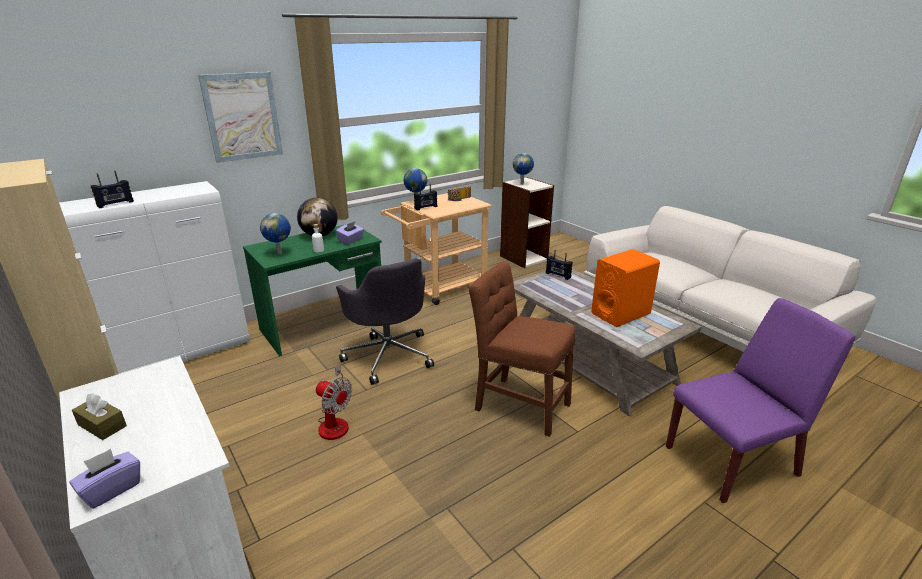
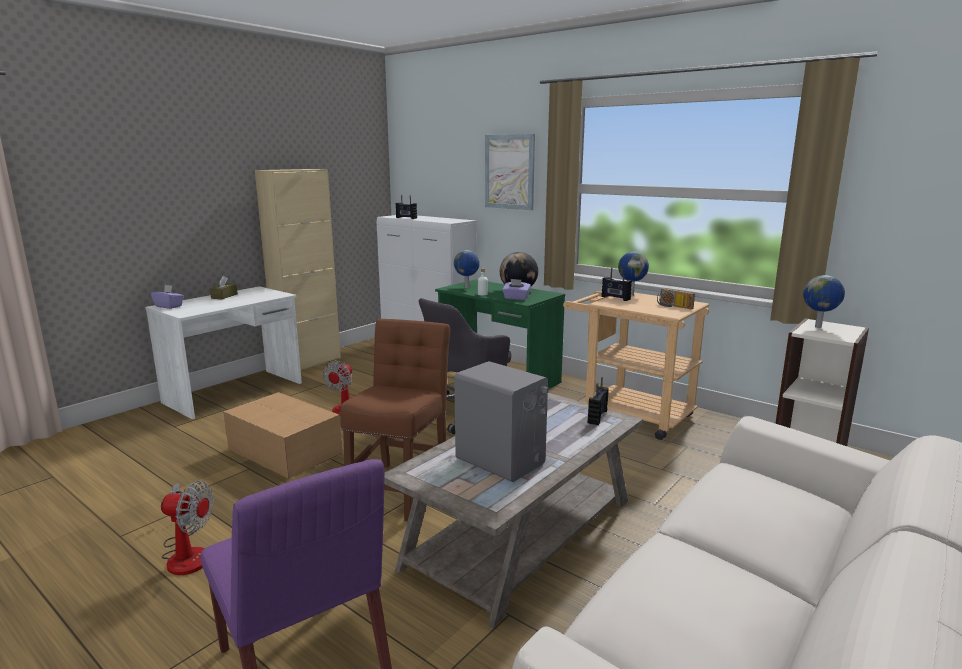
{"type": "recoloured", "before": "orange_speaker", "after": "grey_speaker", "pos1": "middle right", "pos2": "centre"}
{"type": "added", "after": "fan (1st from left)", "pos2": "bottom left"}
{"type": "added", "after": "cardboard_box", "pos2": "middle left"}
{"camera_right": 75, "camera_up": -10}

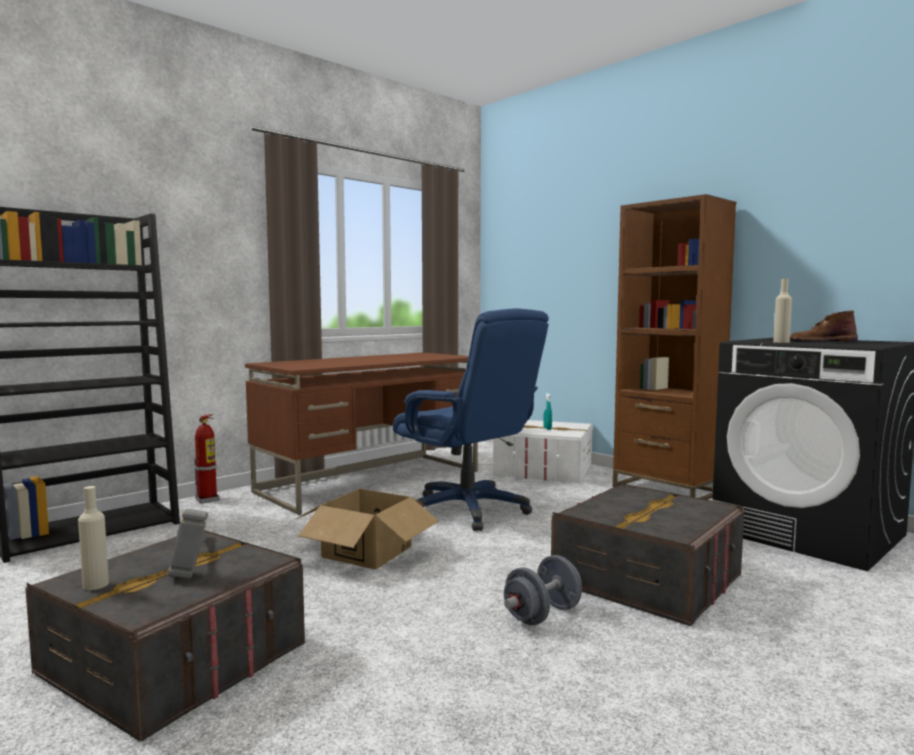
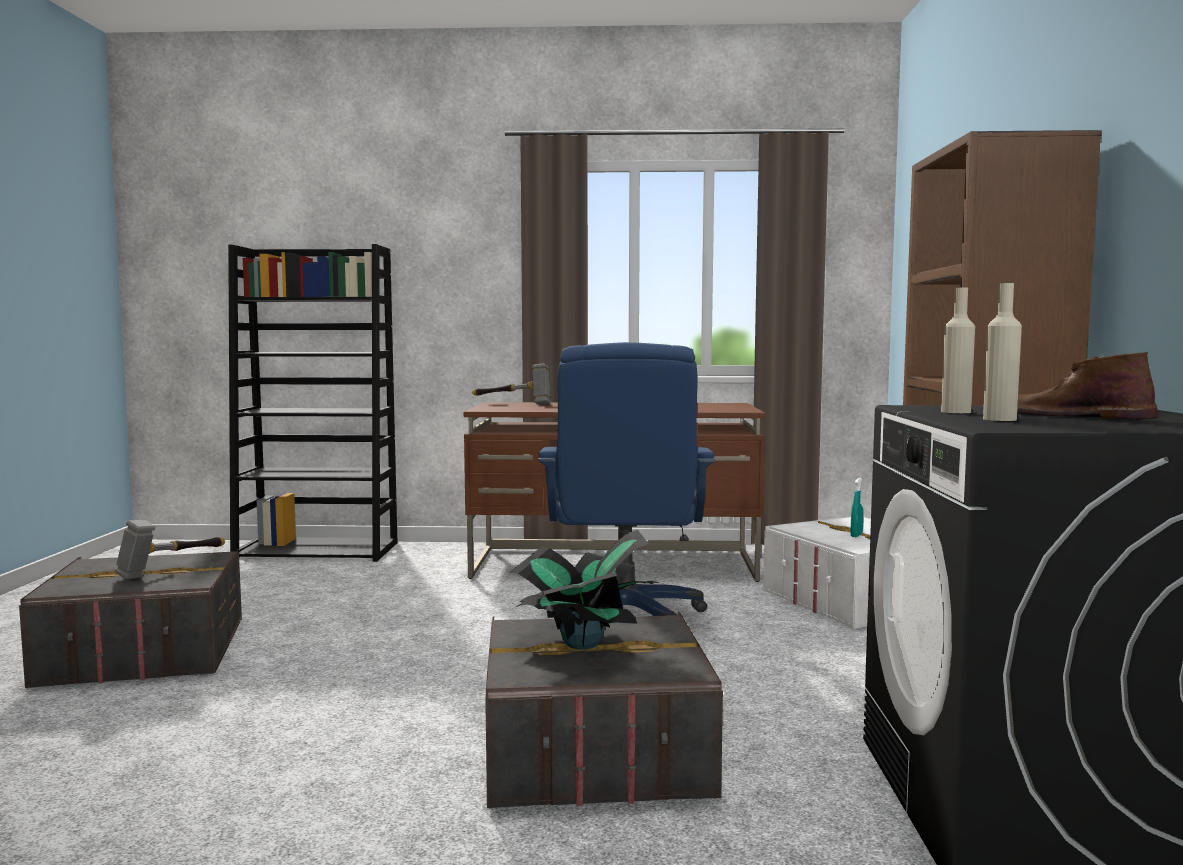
{"type": "moved", "before": "beige_bottle (1st from left in the first image)", "after": "beige_bottle (2nd from left)", "pos1": "bottom left", "pos2": "middle right"}
{"type": "removed", "before": "fire_extinguisher", "pos1": "middle left"}
{"type": "removed", "before": "cardboard_box", "pos1": "bottom centre"}
{"type": "removed", "before": "grey_dumbbell", "pos1": "bottom centre"}
{"type": "added", "after": "hammer (2nd from left)", "pos2": "centre"}
{"type": "added", "after": "potted_plant", "pos2": "bottom centre"}
{"camera_right": 45, "camera_up": 0}

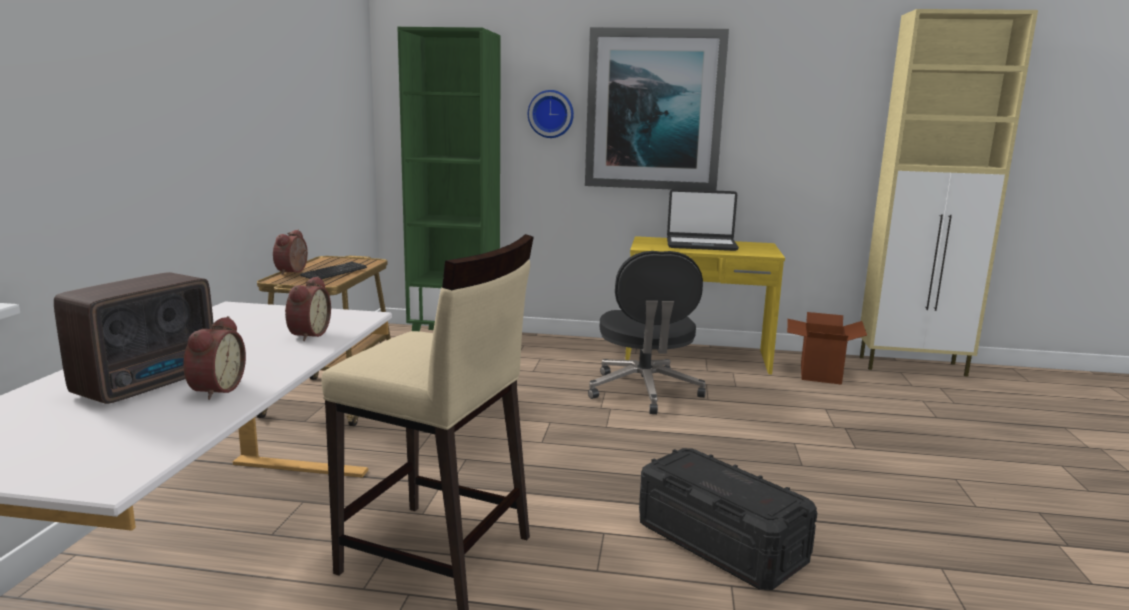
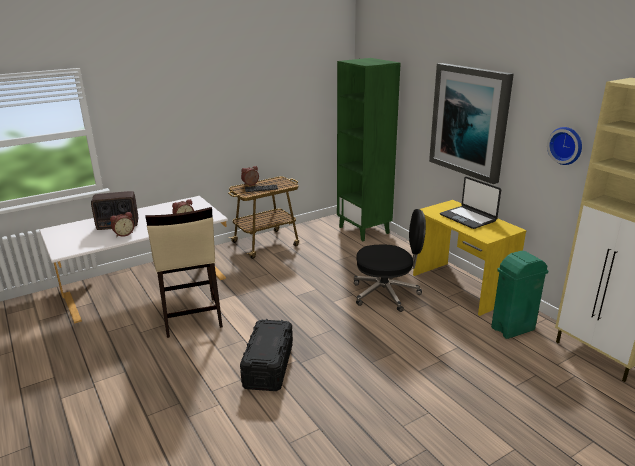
{"type": "moved", "before": "wall_clock", "pos1": "top centre", "pos2": "top right"}
{"type": "turned", "before": "black_office_chair", "pos1": "centre", "pos2": "centre", "turn": -135}
{"type": "replaced", "before": "cardboard_box", "after": "green_trash_can", "pos1": "middle right", "pos2": "middle right"}
{"camera_right": 50, "camera_up": 10}

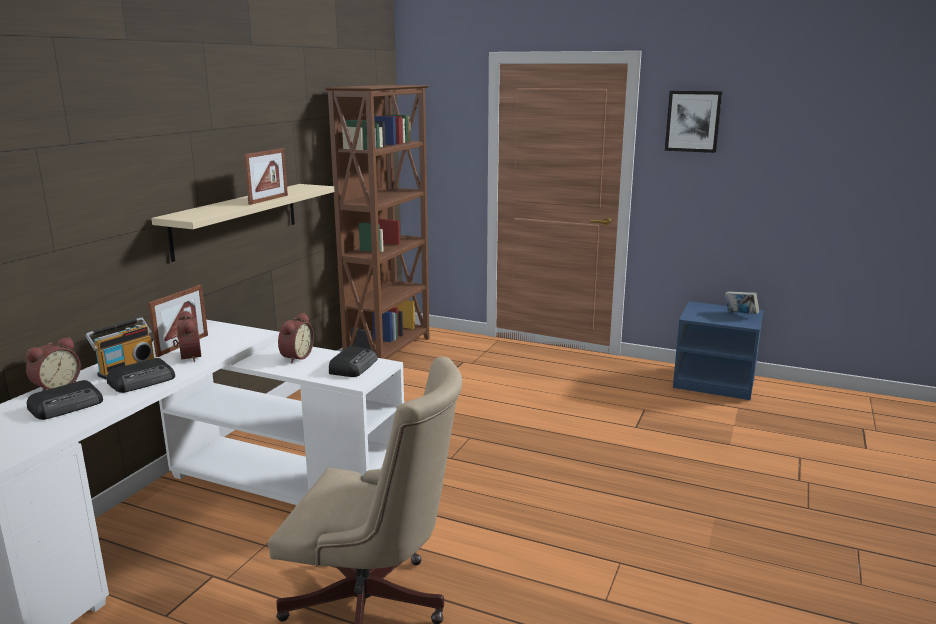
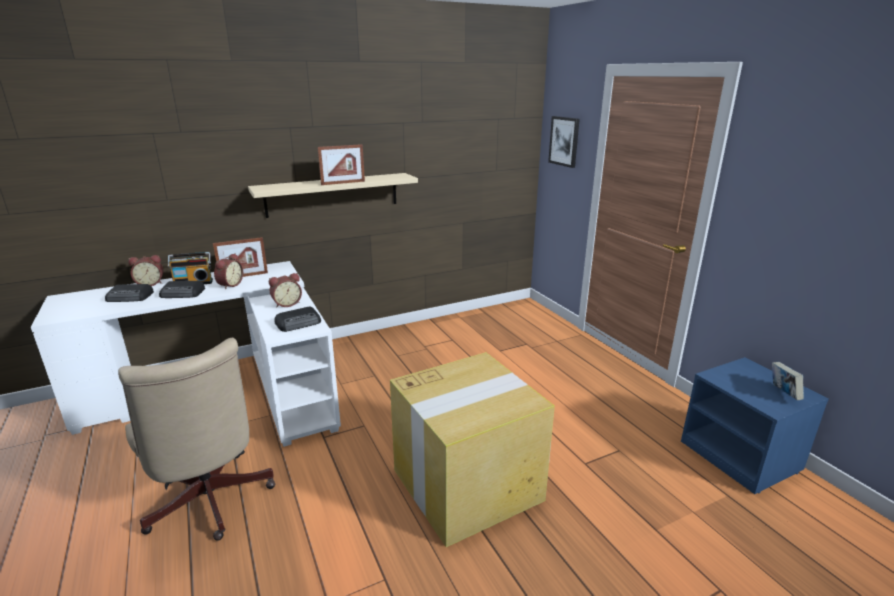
{"type": "removed", "before": "brown_bookcase", "pos1": "centre"}
{"type": "moved", "before": "picture", "pos1": "top right", "pos2": "top centre"}
{"type": "added", "after": "cardboard_box", "pos2": "bottom centre"}
{"camera_right": 40, "camera_up": 5}

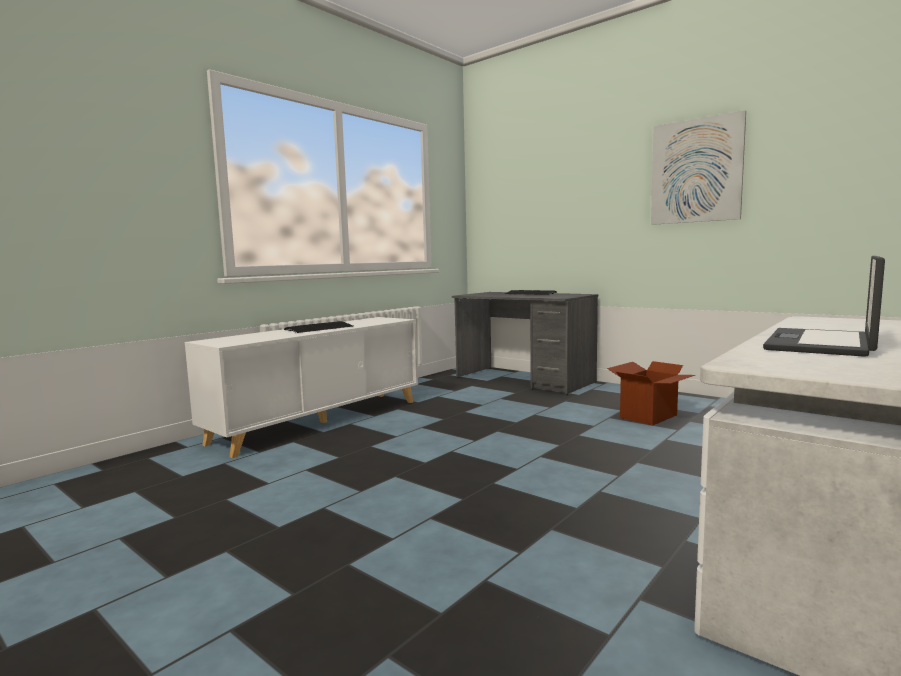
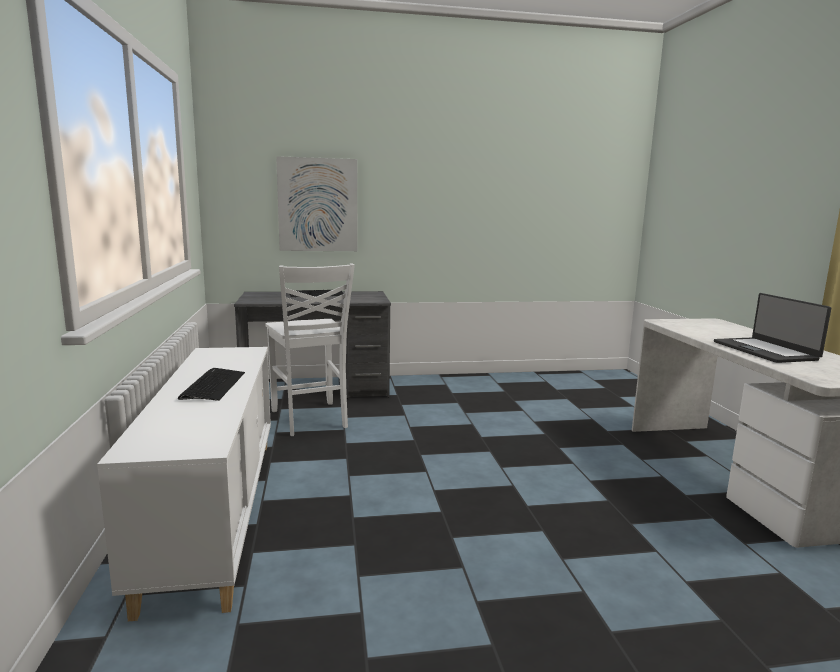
{"type": "removed", "before": "cardboard_box", "pos1": "middle right"}
{"type": "moved", "before": "picture", "pos1": "top right", "pos2": "top centre"}
{"type": "added", "after": "white_chair", "pos2": "centre"}
{"camera_right": -50, "camera_up": 5}

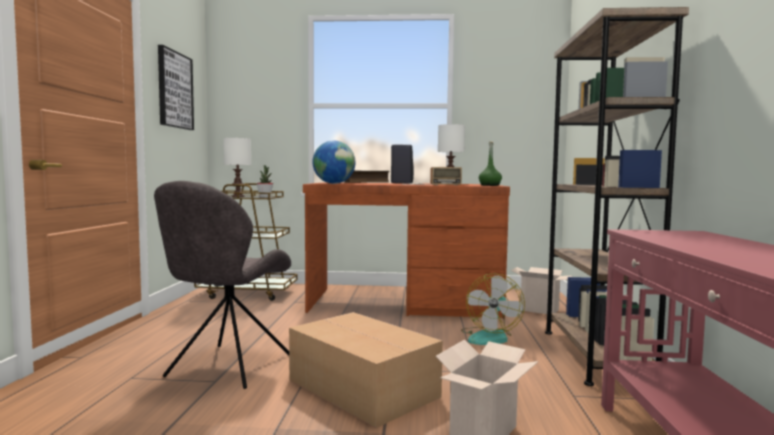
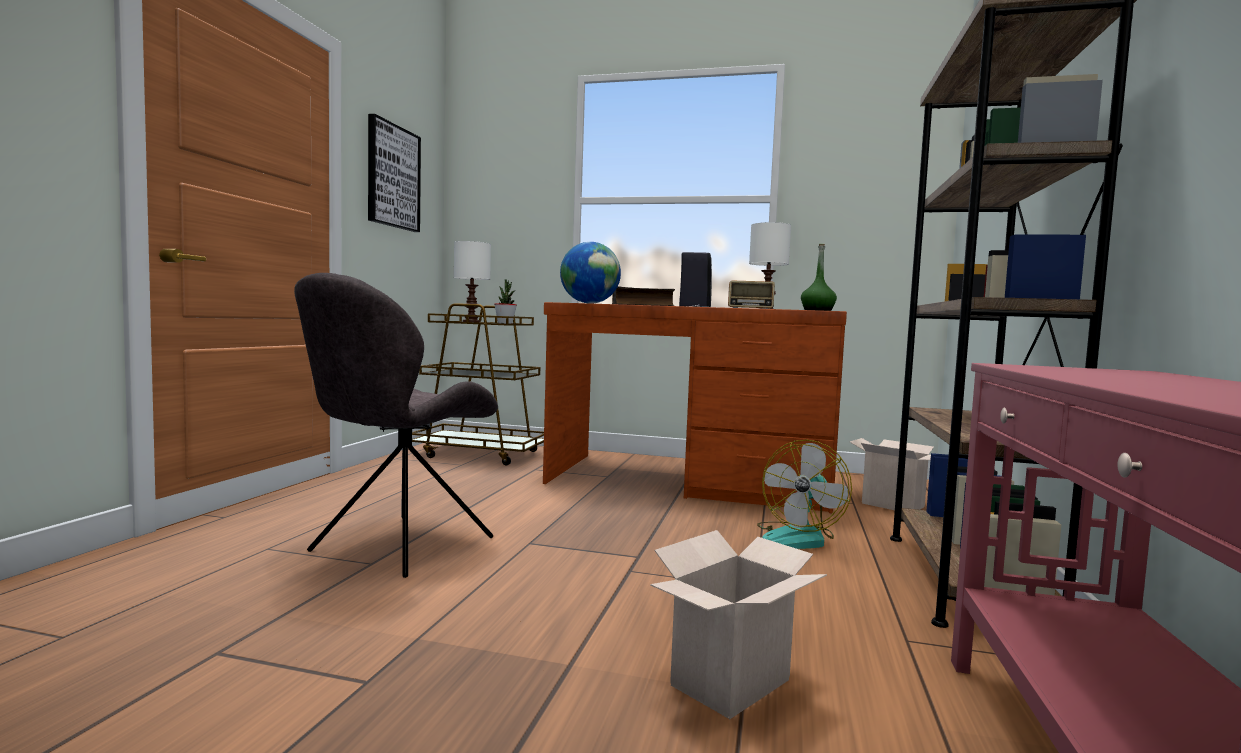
{"type": "removed", "before": "cardboard_box (1st from left)", "pos1": "bottom centre"}
{"camera_right": 10, "camera_up": 0}

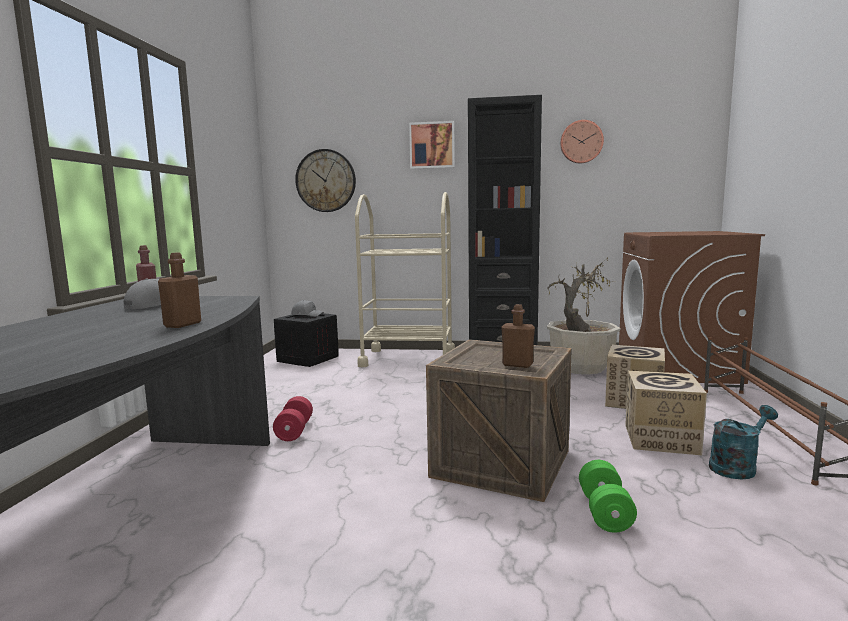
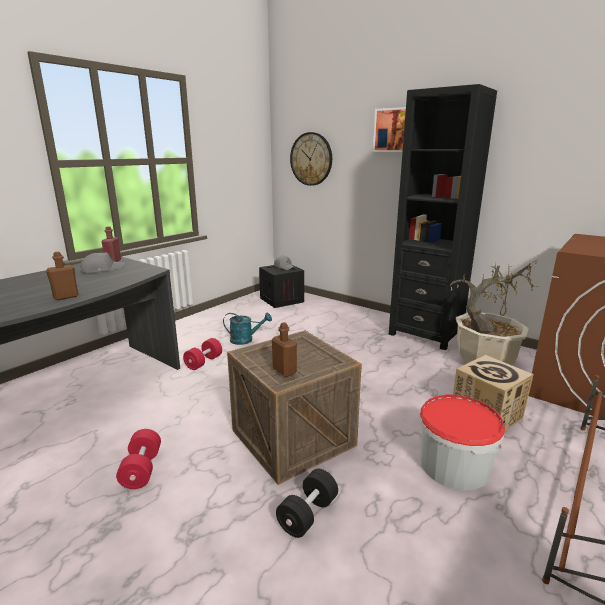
{"type": "removed", "before": "beige_cart", "pos1": "centre"}
{"type": "removed", "before": "wall_clock (2nd from left)", "pos1": "top right"}
{"type": "recoloured", "before": "green_dumbbell", "after": "black_dumbbell", "pos1": "bottom right", "pos2": "bottom centre"}
{"type": "replaced", "before": "cardboard_box (2nd from left)", "after": "bucket", "pos1": "middle right", "pos2": "bottom right"}
{"type": "moved", "before": "turquoise_watering_can", "pos1": "bottom right", "pos2": "centre"}
{"type": "added", "after": "red_dumbbell (1st from left)", "pos2": "bottom left"}
{"camera_right": 30, "camera_up": 10}

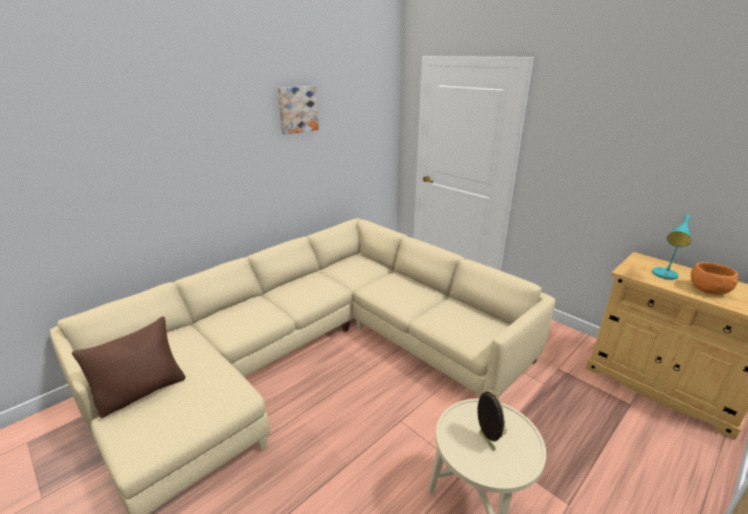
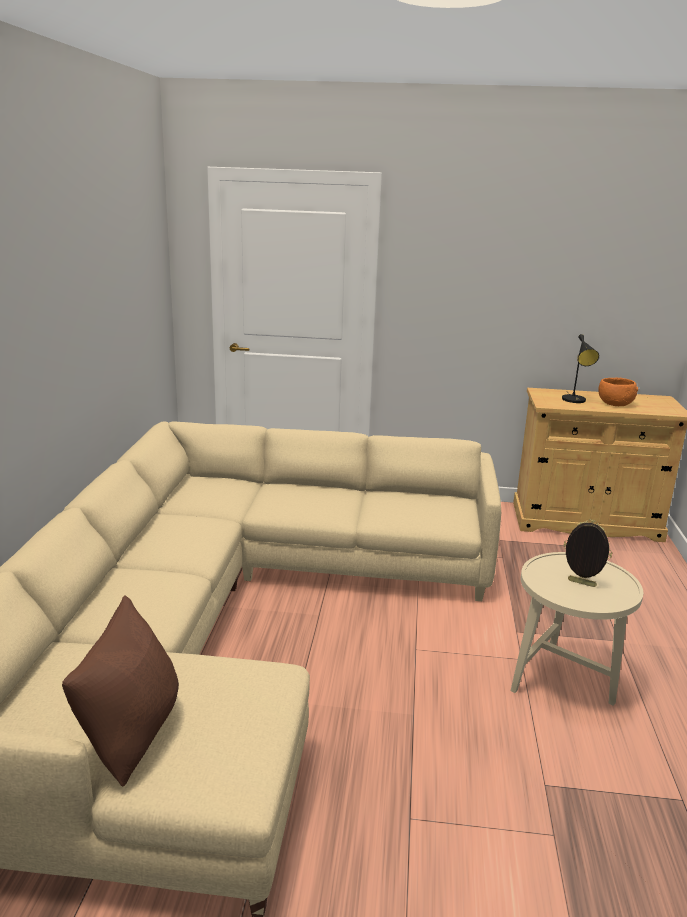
{"type": "removed", "before": "picture", "pos1": "top centre"}
{"type": "recoloured", "before": "turquoise_table_lamp", "after": "black_table_lamp", "pos1": "middle right", "pos2": "middle right"}
{"camera_right": -40, "camera_up": -5}

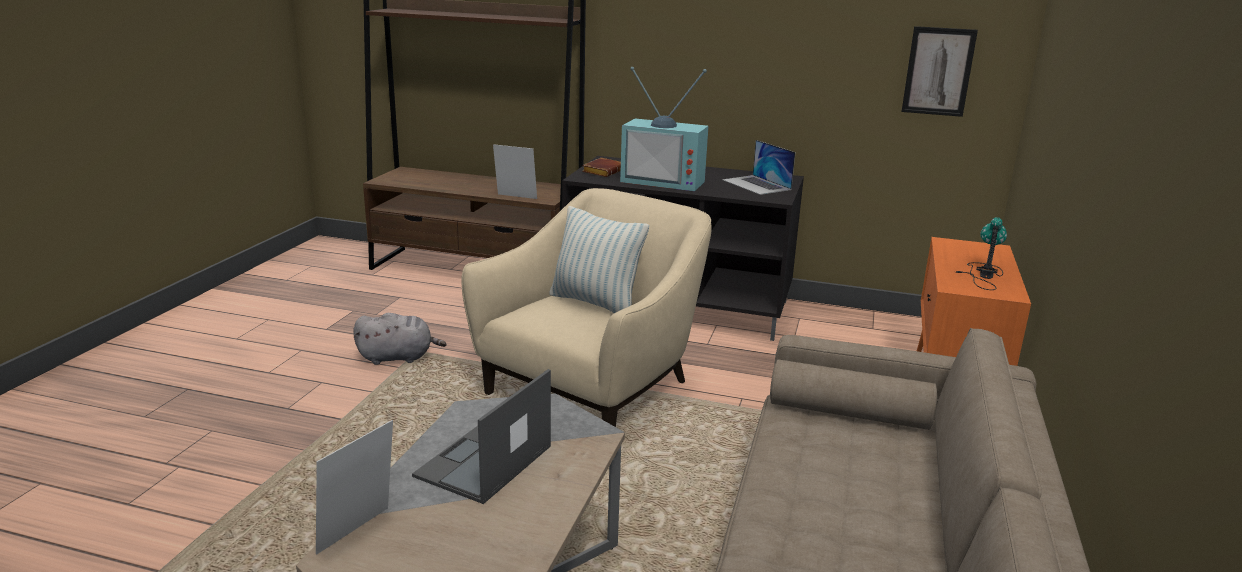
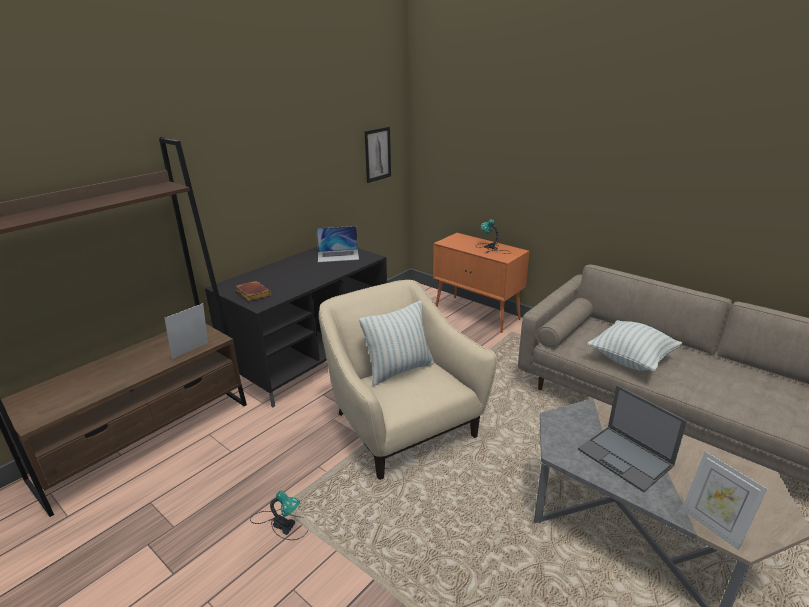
{"type": "replaced", "before": "grey_plush_toy", "after": "table_lamp (1st from left)", "pos1": "middle left", "pos2": "bottom centre"}
{"type": "removed", "before": "television", "pos1": "top centre"}
{"type": "added", "after": "pillow (2nd from left)", "pos2": "middle right"}
{"camera_right": -65, "camera_up": 5}

